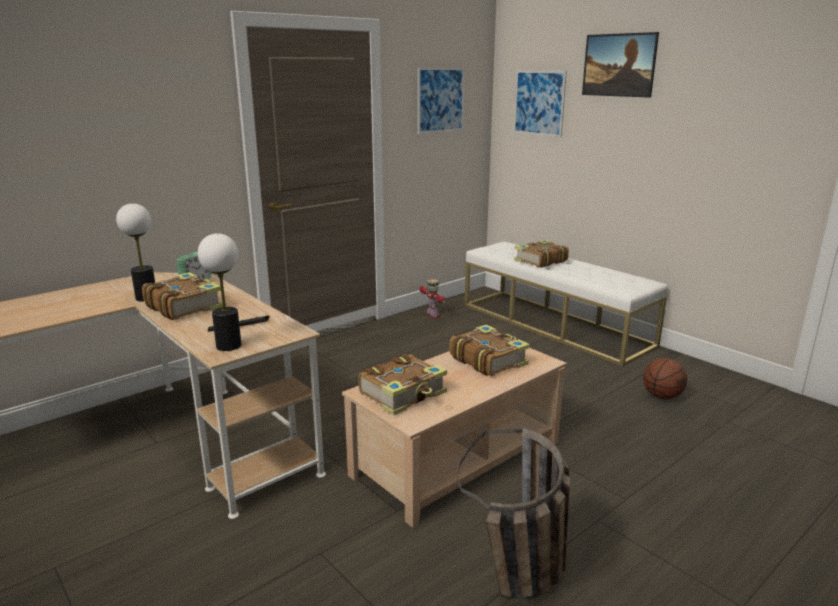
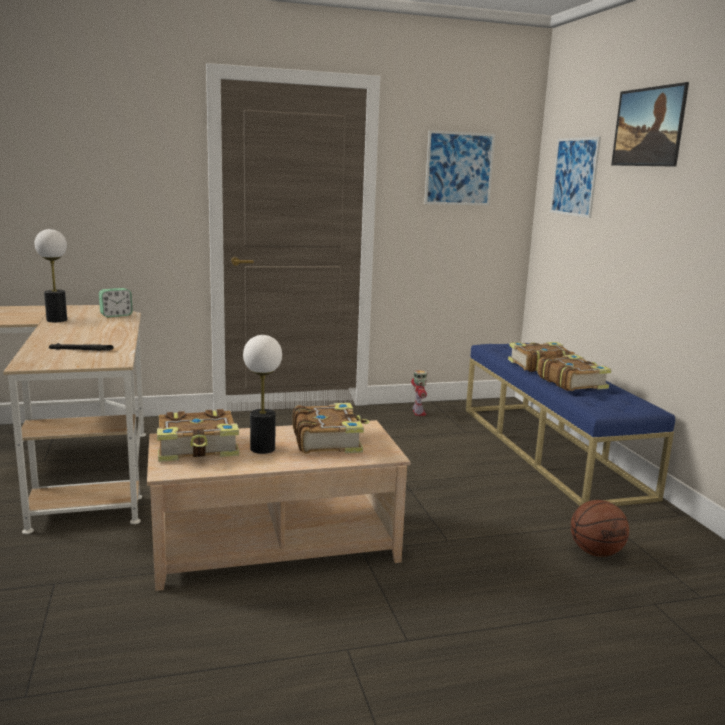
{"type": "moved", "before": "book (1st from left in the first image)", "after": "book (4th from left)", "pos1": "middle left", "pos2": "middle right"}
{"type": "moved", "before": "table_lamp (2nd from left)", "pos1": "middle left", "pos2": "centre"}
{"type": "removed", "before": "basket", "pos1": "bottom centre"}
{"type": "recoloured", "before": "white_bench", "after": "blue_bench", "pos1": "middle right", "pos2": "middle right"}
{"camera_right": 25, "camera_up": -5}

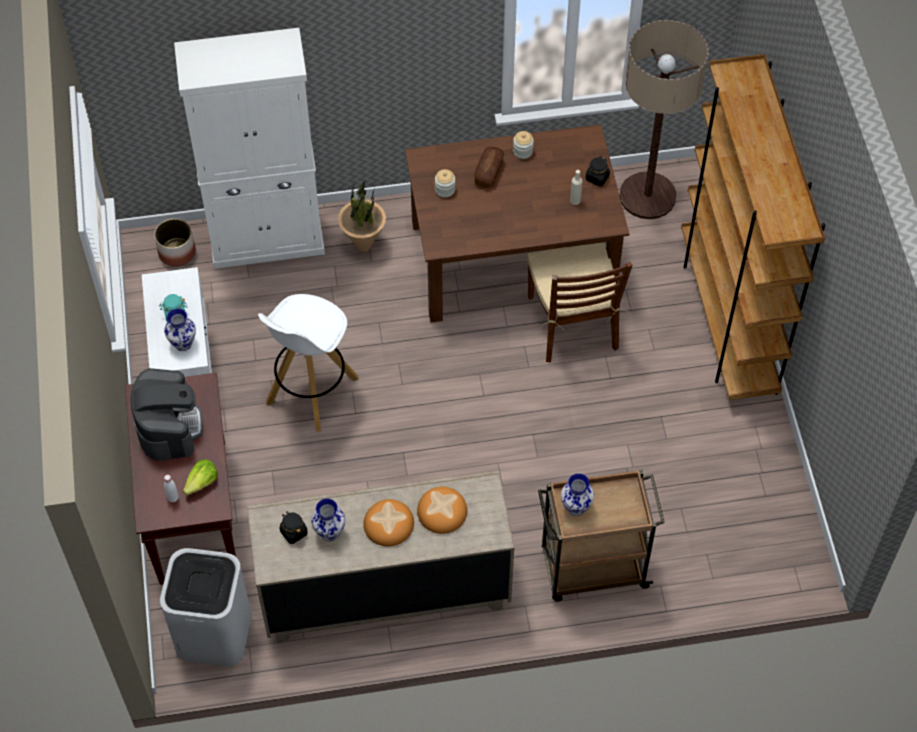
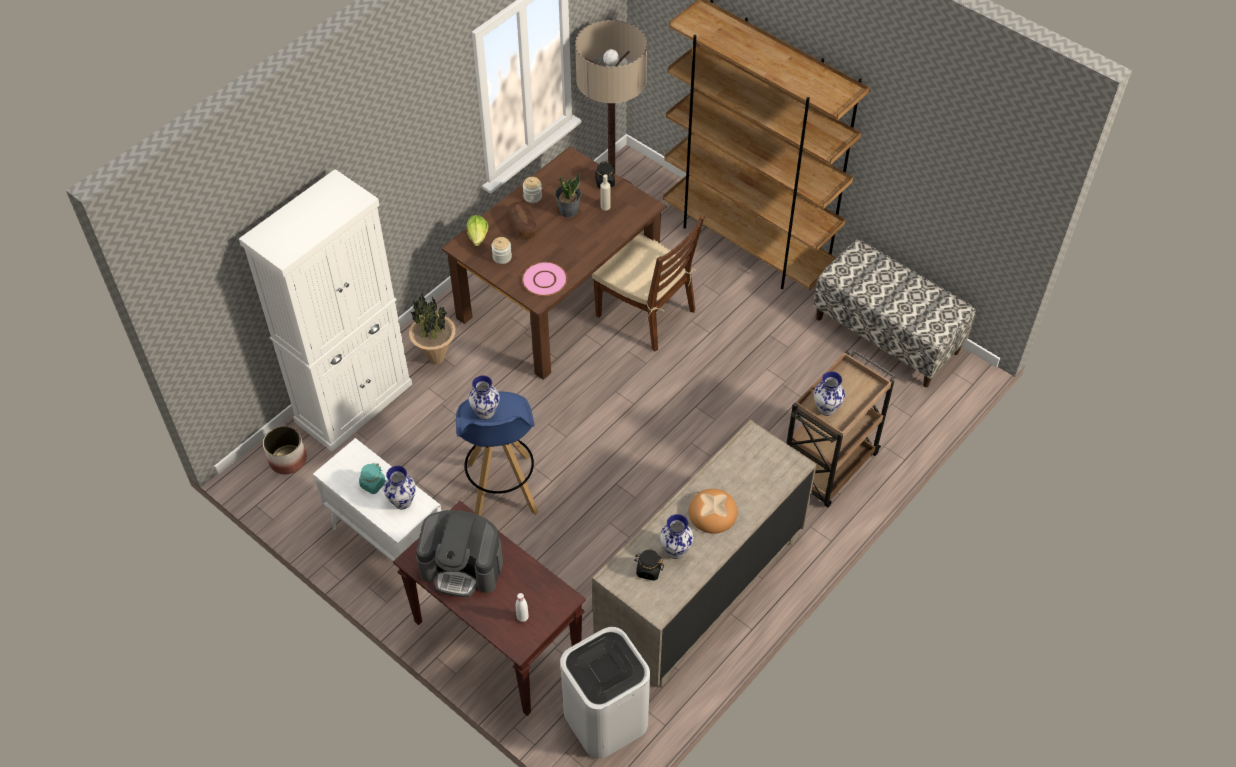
{"type": "turned", "before": "coffee_machine", "pos1": "middle left", "pos2": "bottom centre", "turn": 150}
{"type": "moved", "before": "lettuce", "pos1": "middle left", "pos2": "top centre"}
{"type": "recoloured", "before": "white_stool", "after": "blue_stool", "pos1": "centre", "pos2": "centre"}
{"type": "removed", "before": "bread (2nd from left)", "pos1": "bottom centre"}
{"type": "added", "after": "vase (2nd from left)", "pos2": "centre"}
{"type": "added", "after": "pink_plate", "pos2": "centre"}
{"type": "added", "after": "potted_plant (2nd from left)", "pos2": "top centre"}
{"type": "added", "after": "bench", "pos2": "middle right"}
{"camera_right": -40, "camera_up": -5}

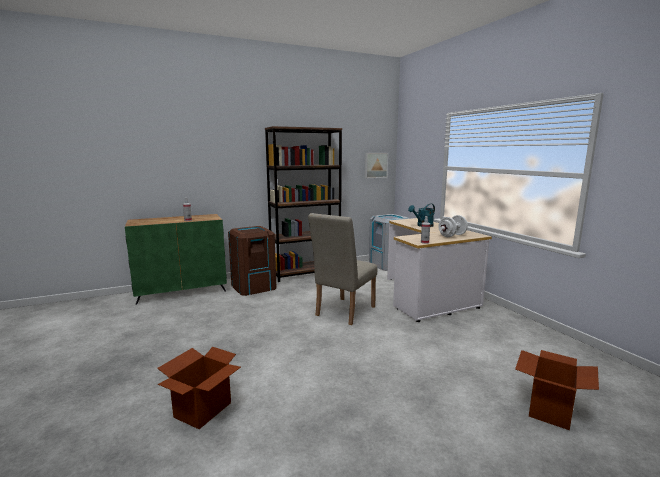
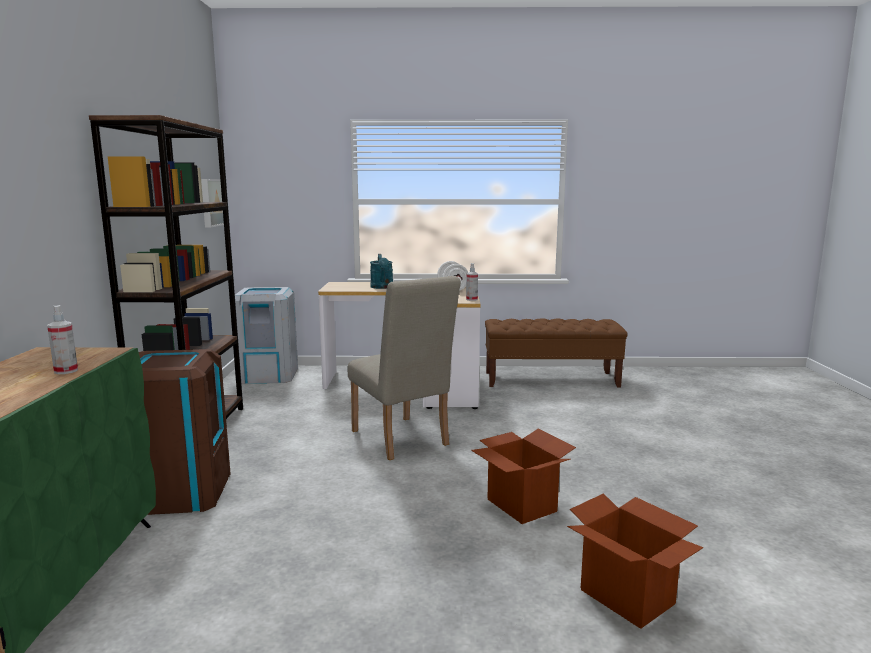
{"type": "moved", "before": "cardboard_box (2nd from left in the first image)", "after": "cardboard_box (1st from left)", "pos1": "bottom right", "pos2": "bottom centre"}
{"type": "added", "after": "brown_bench", "pos2": "centre"}
{"camera_right": -65, "camera_up": 0}

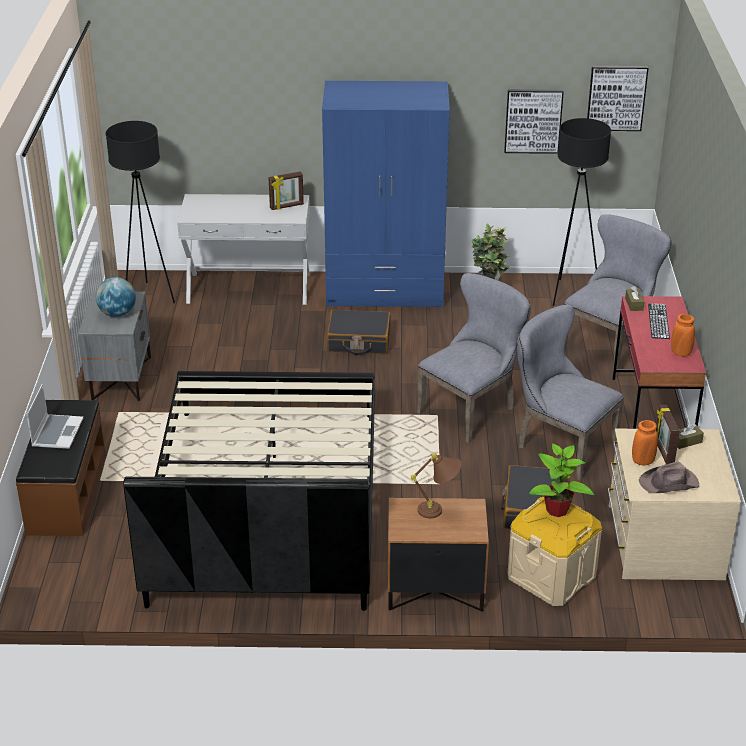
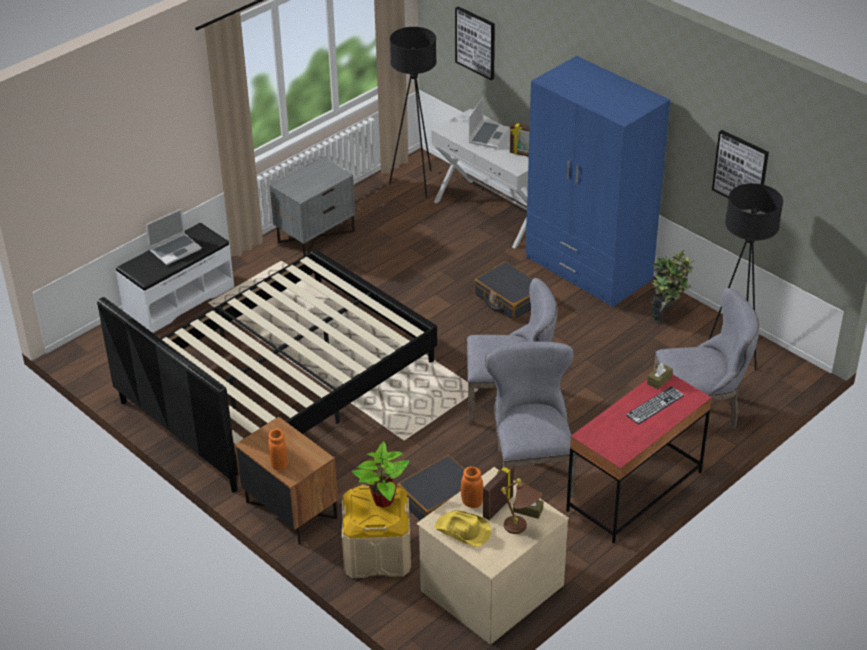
{"type": "recoloured", "before": "brown_bench", "after": "white_bench", "pos1": "middle left", "pos2": "middle left"}
{"type": "removed", "before": "globe", "pos1": "middle left"}
{"type": "moved", "before": "brown_table_lamp", "pos1": "centre", "pos2": "bottom centre"}
{"type": "moved", "before": "picture (2nd from left in the first image)", "after": "picture (1st from left)", "pos1": "top right", "pos2": "top centre"}
{"type": "recoloured", "before": "brown_hat", "after": "yellow_hat", "pos1": "middle right", "pos2": "bottom centre"}
{"type": "moved", "before": "orange_vase (2nd from left in the first image)", "after": "orange_vase (1st from left)", "pos1": "middle right", "pos2": "bottom left"}
{"type": "added", "after": "laptop (2nd from left)", "pos2": "top centre"}
{"camera_right": 45, "camera_up": 5}

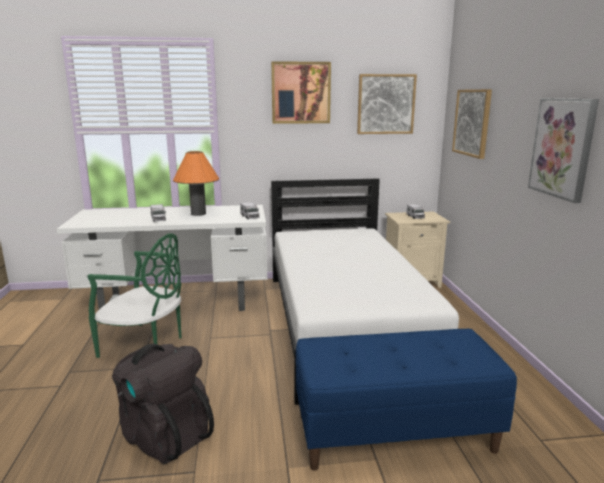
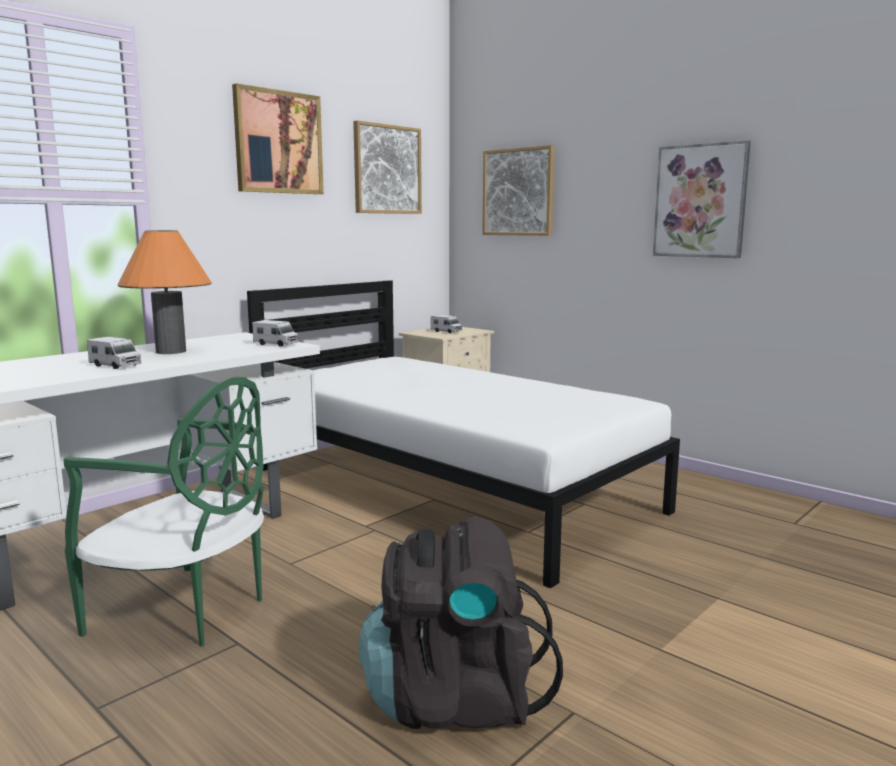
{"type": "turned", "before": "green_chair", "pos1": "middle left", "pos2": "bottom left", "turn": 45}
{"type": "removed", "before": "blue_bench", "pos1": "bottom right"}
{"camera_right": -40, "camera_up": -5}

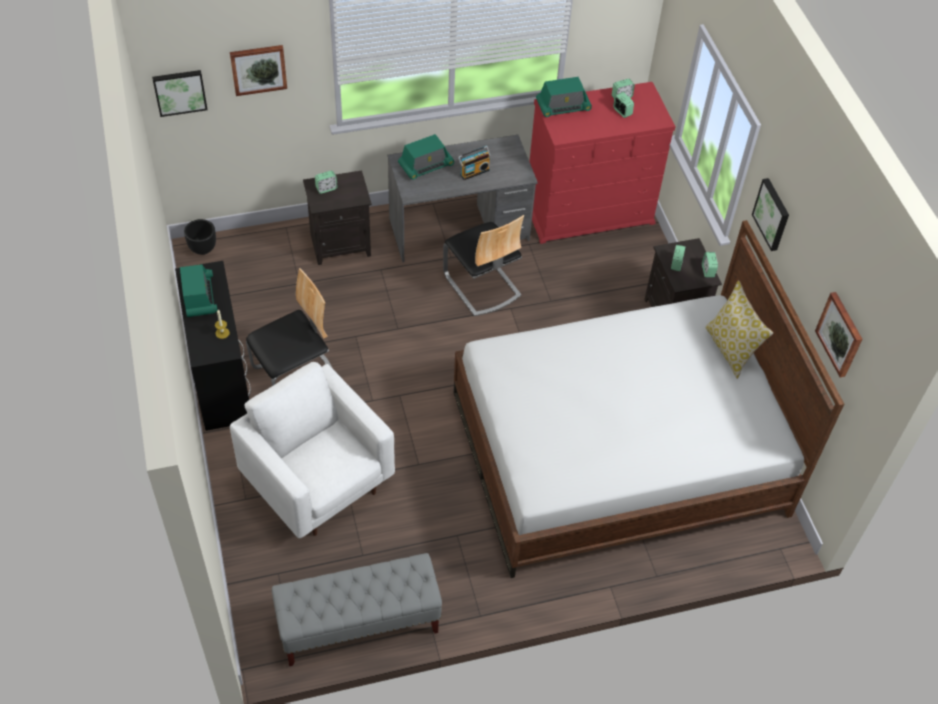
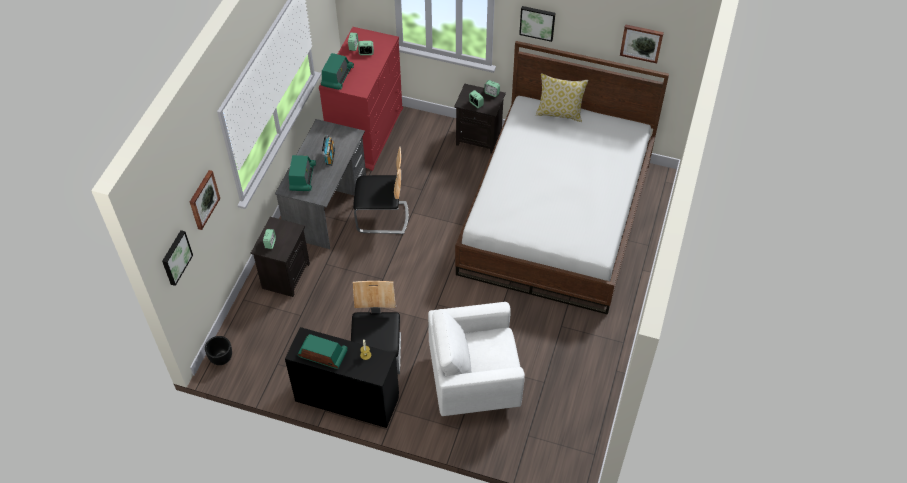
{"type": "removed", "before": "grey_bench", "pos1": "bottom centre"}
{"camera_right": -55, "camera_up": 0}

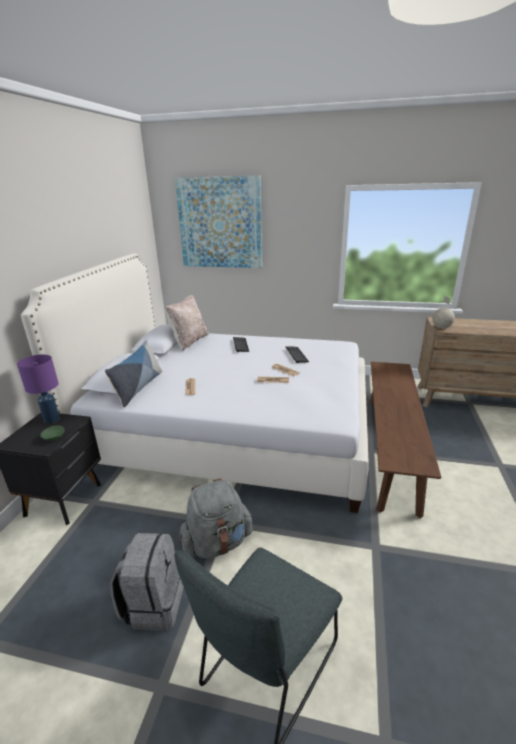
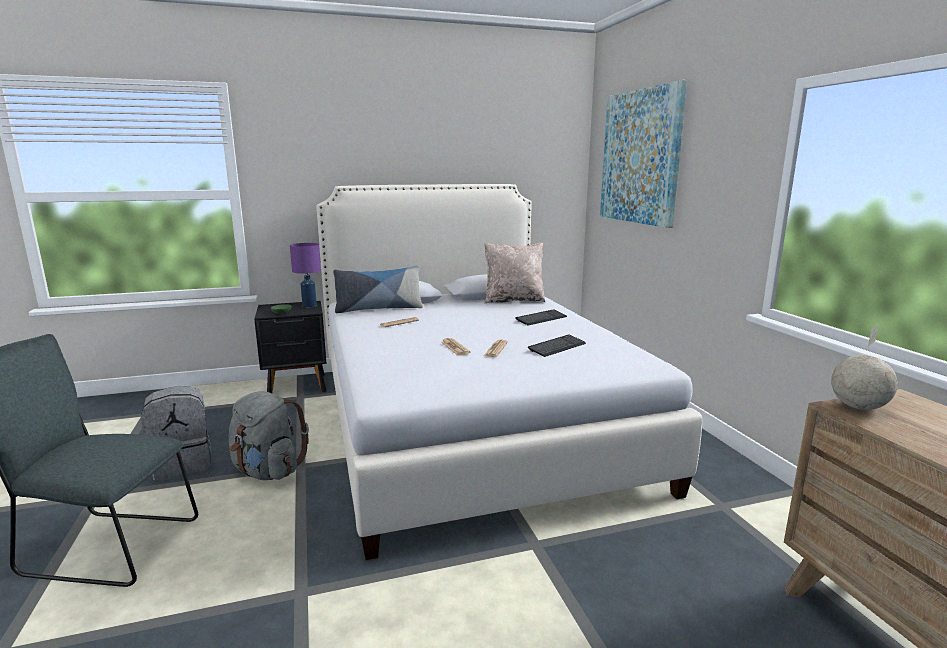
{"type": "removed", "before": "brown_bench", "pos1": "middle right"}
{"camera_right": 60, "camera_up": -10}

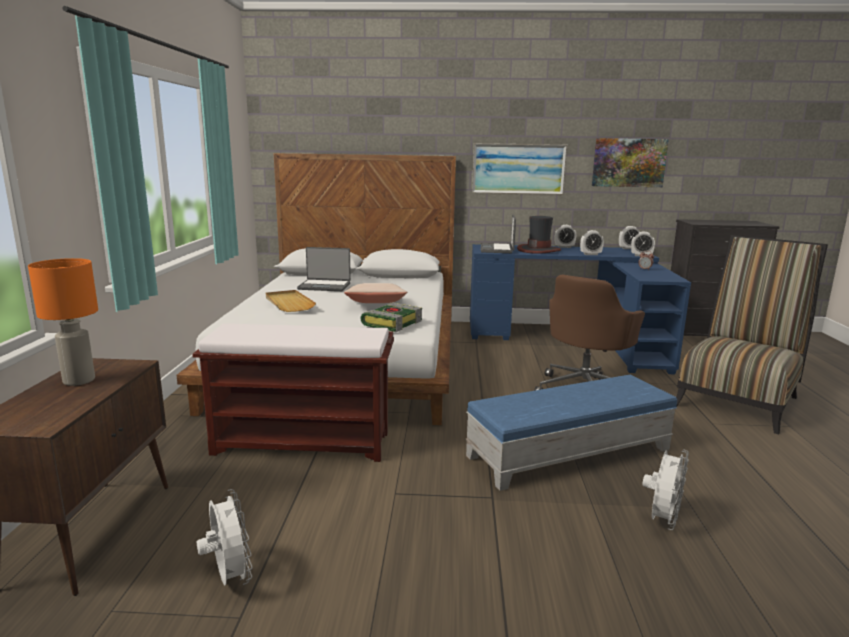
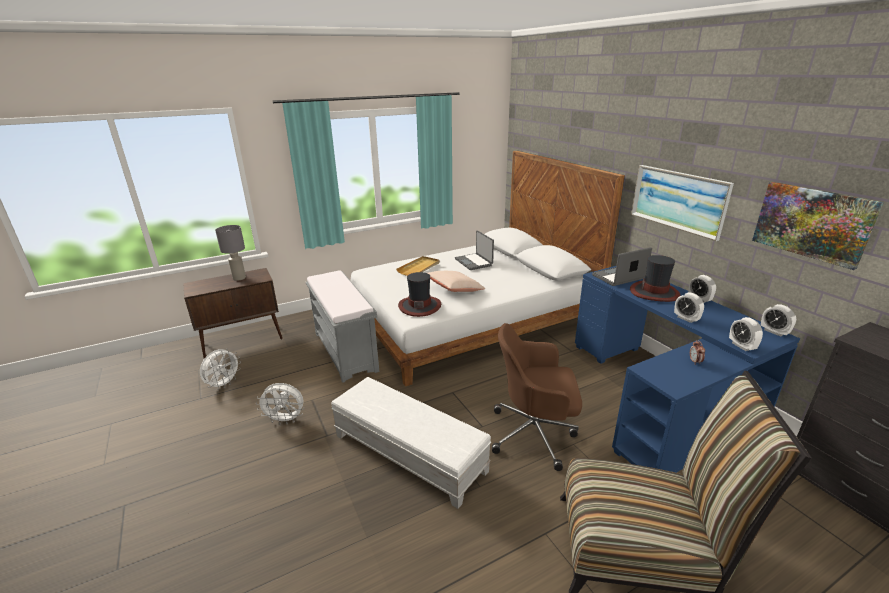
{"type": "recoloured", "before": "orange_table_lamp", "after": "grey_table_lamp", "pos1": "middle left", "pos2": "middle left"}
{"type": "recoloured", "before": "brown_bench", "after": "grey_bench", "pos1": "centre", "pos2": "centre"}
{"type": "replaced", "before": "book", "after": "hat (1st from left)", "pos1": "centre", "pos2": "centre"}
{"type": "recoloured", "before": "blue_ottoman", "after": "white_ottoman", "pos1": "bottom right", "pos2": "bottom centre"}
{"type": "moved", "before": "white_fan (2nd from left)", "pos1": "bottom right", "pos2": "bottom left"}
{"camera_right": 60, "camera_up": 10}

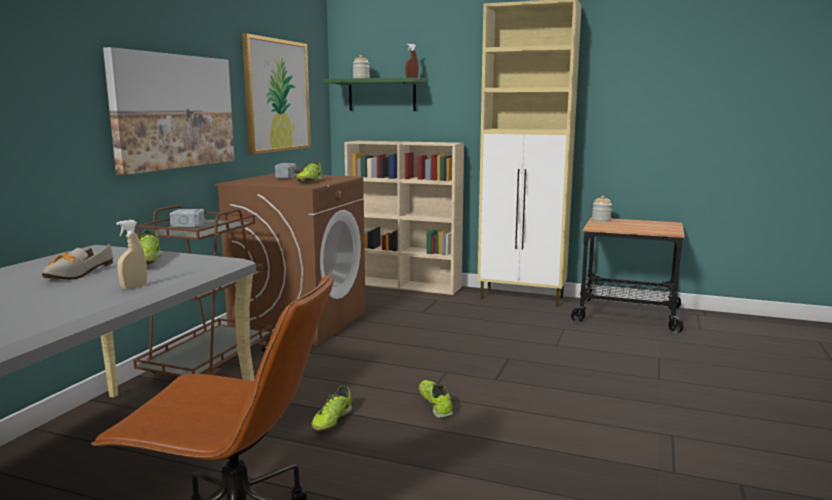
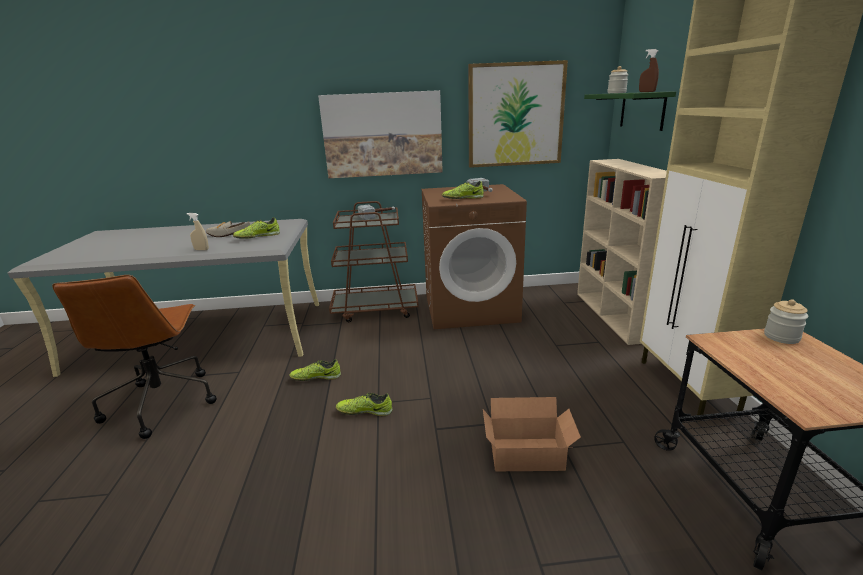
{"type": "turned", "before": "shoe (5th from left in the first image)", "pos1": "bottom centre", "pos2": "bottom centre", "turn": -135}
{"type": "added", "after": "cardboard_box", "pos2": "bottom centre"}
{"camera_right": 65, "camera_up": 10}

